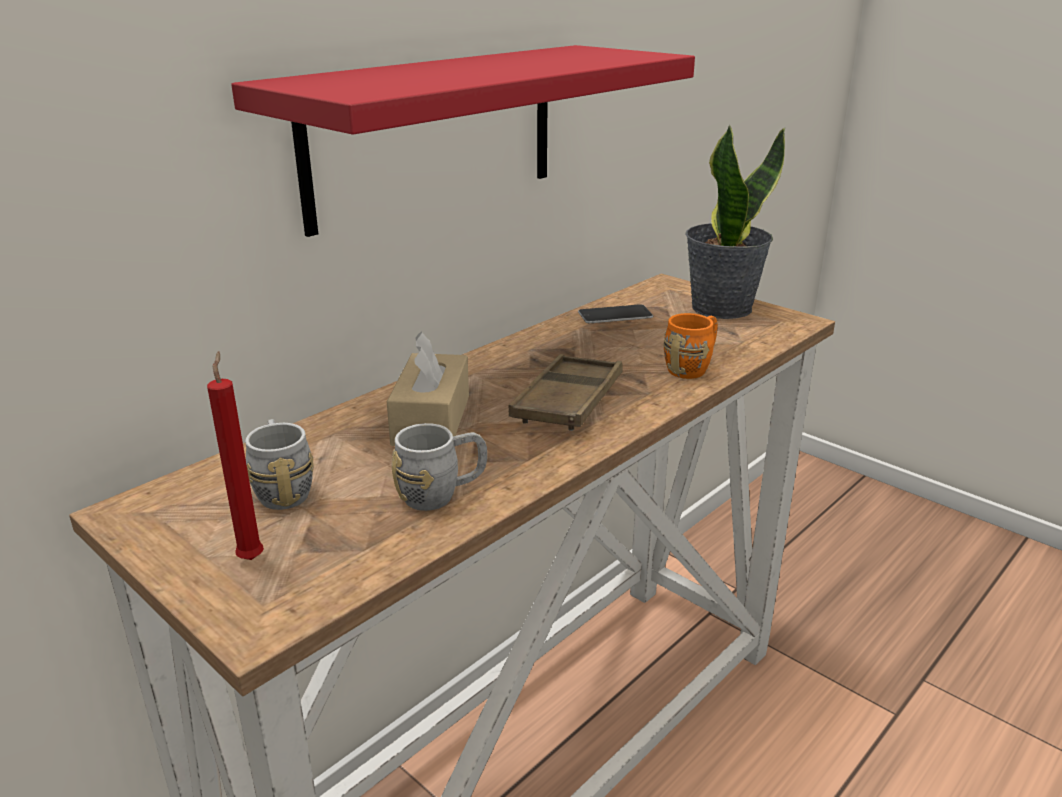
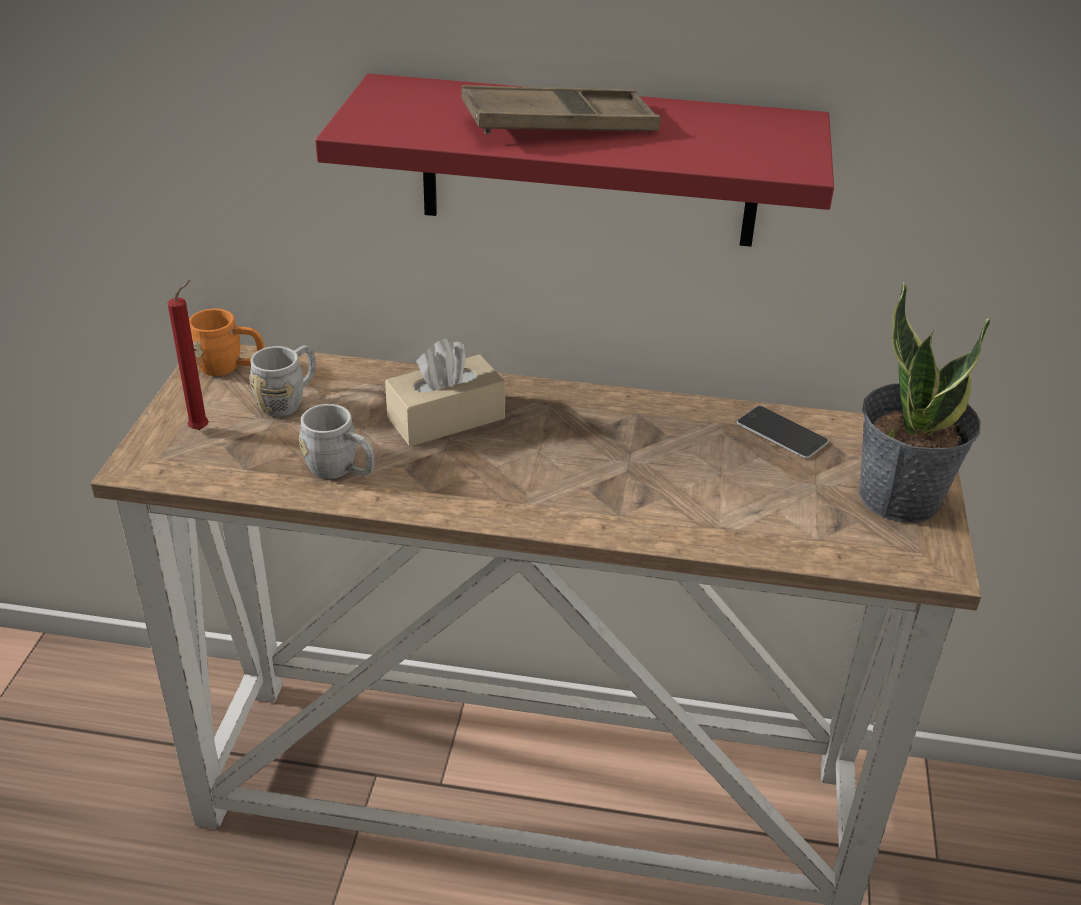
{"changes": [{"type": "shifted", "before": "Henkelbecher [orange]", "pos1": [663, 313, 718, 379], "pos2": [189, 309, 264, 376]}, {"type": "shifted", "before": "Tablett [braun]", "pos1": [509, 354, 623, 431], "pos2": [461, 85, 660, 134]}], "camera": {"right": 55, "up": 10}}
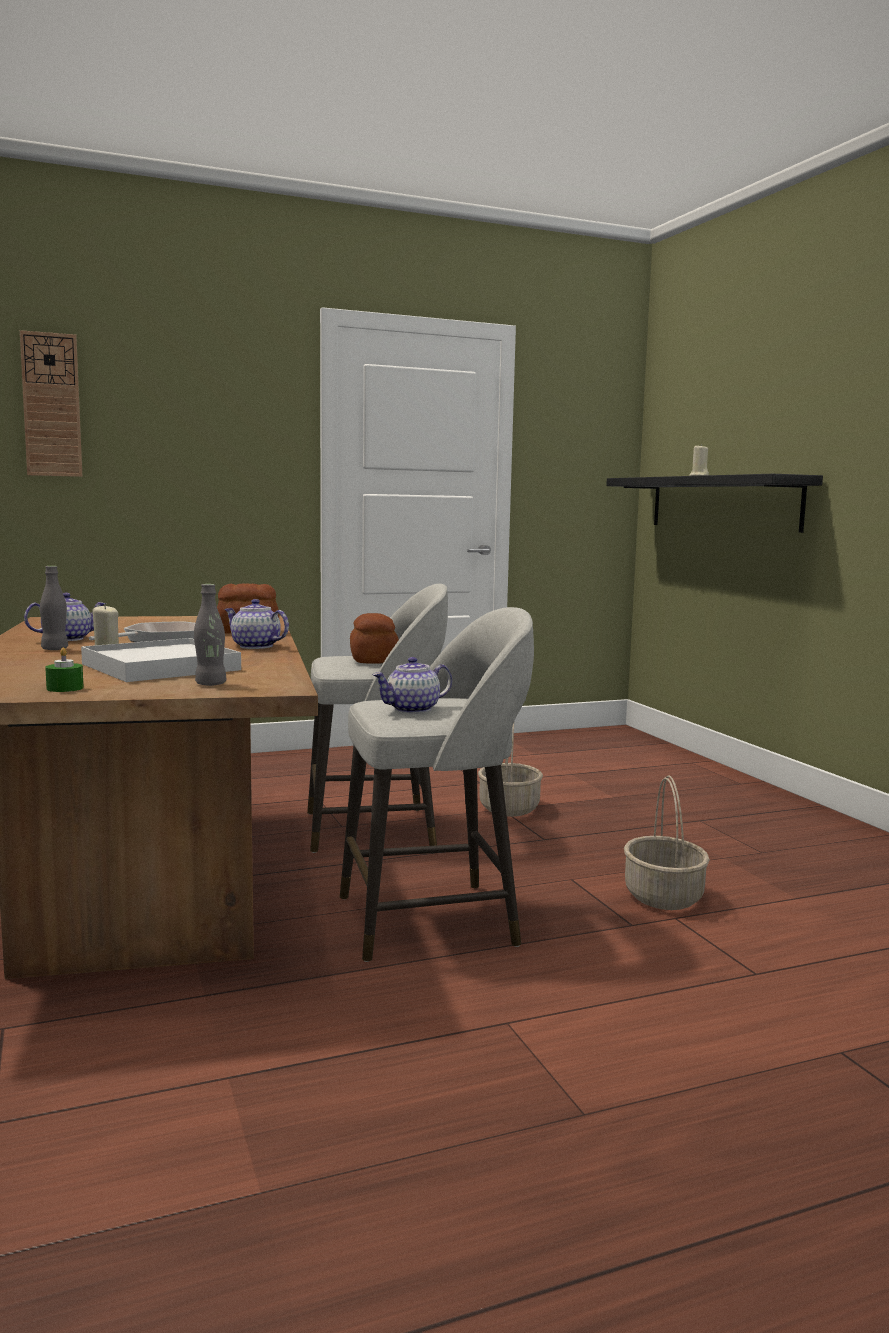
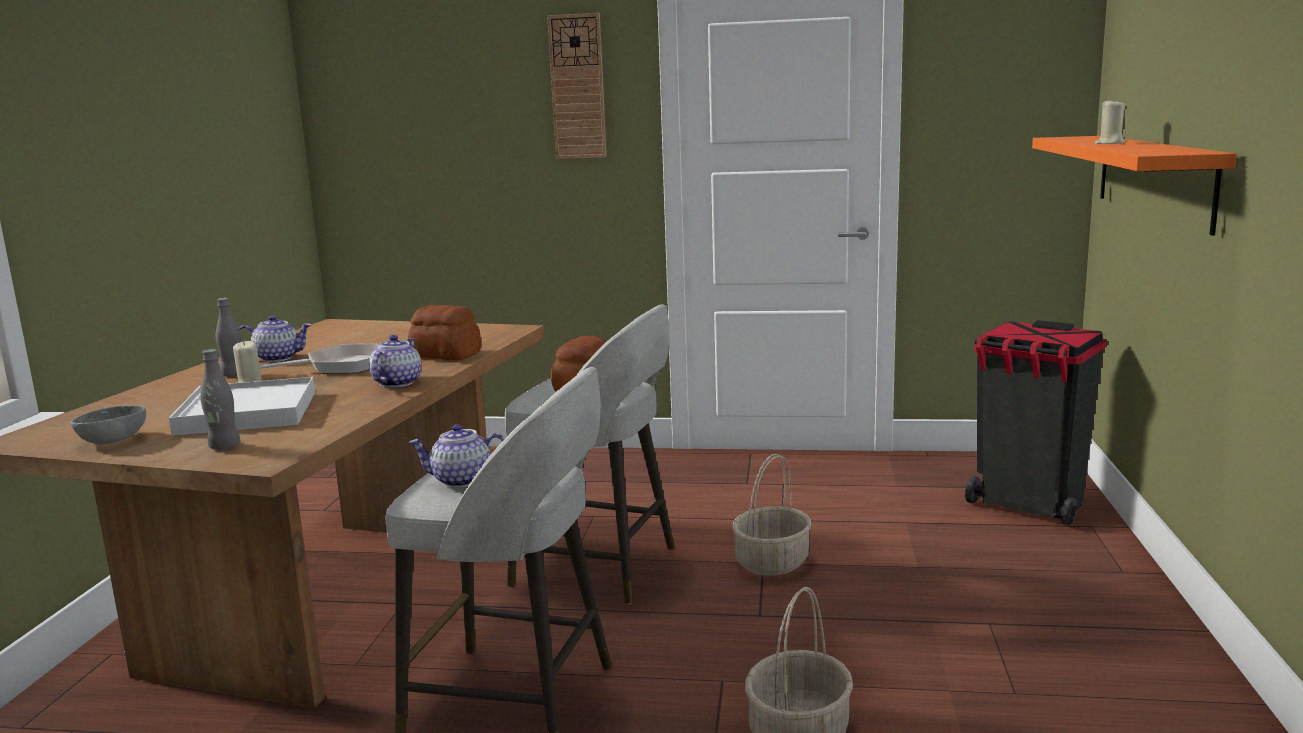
{"changes": [{"type": "swapped", "before": "Kerze [grün]", "after": "Schüssel [grau]", "pos1": [45, 647, 84, 692], "pos2": [71, 405, 146, 445]}, {"type": "rotated", "before": "Teekanne", "pos1": [224, 599, 289, 649], "pos2": [369, 335, 421, 388], "turn": 45}, {"type": "shifted", "before": "Wanduhr", "pos1": [20, 330, 82, 477], "pos2": [547, 13, 607, 159]}, {"type": "new", "after": "Mülleimer [schwarz]", "pos2": [965, 320, 1107, 525]}, {"type": "repainted", "before": "Wandregal [schwarz]", "after": "Wandregal [orange]", "pos1": [606, 474, 823, 533], "pos2": [1032, 136, 1237, 236]}], "camera": {"right": 30, "up": 5}}
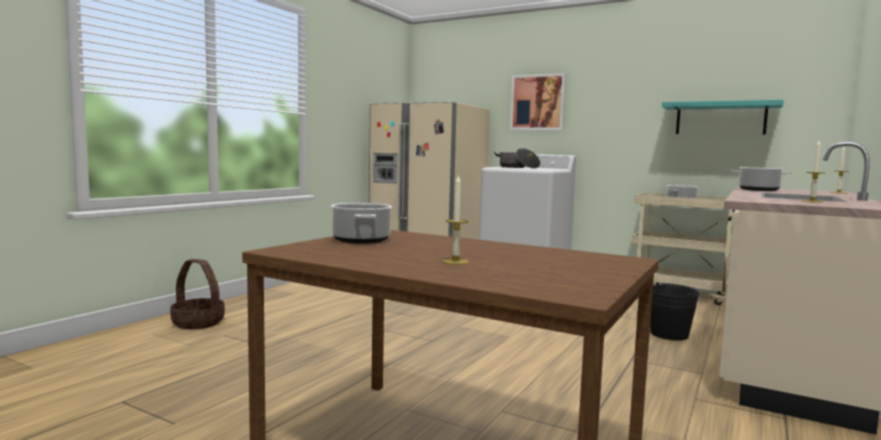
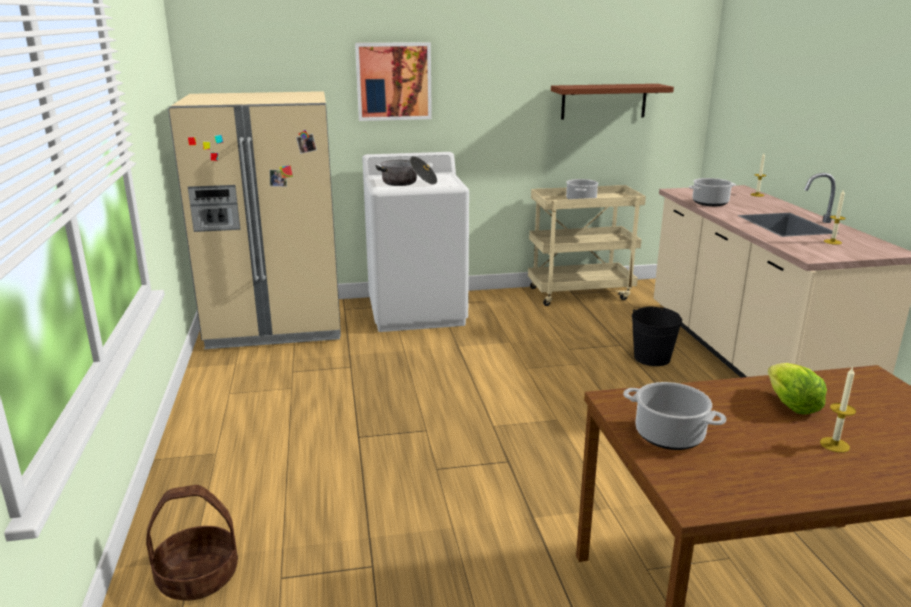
{"changes": [{"type": "repainted", "before": "Wandregal [türkis]", "after": "Wandregal [braun]", "pos1": [662, 100, 784, 135], "pos2": [551, 84, 674, 119]}, {"type": "new", "after": "Salatkopf", "pos2": [768, 363, 827, 415]}], "camera": {"right": -40, "up": 15}}
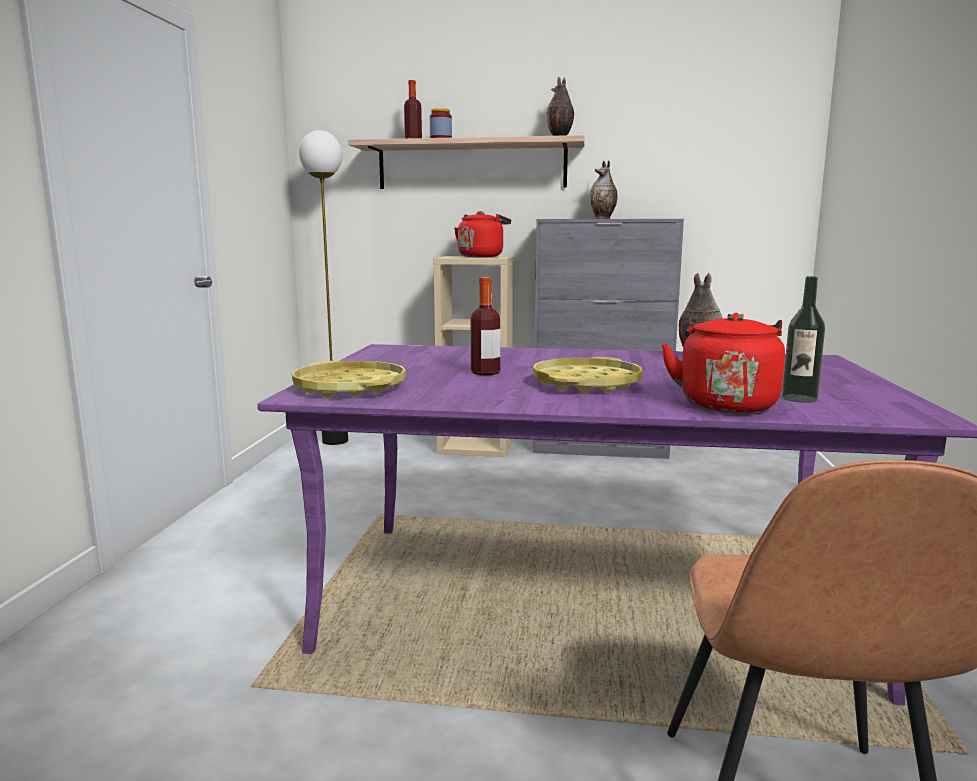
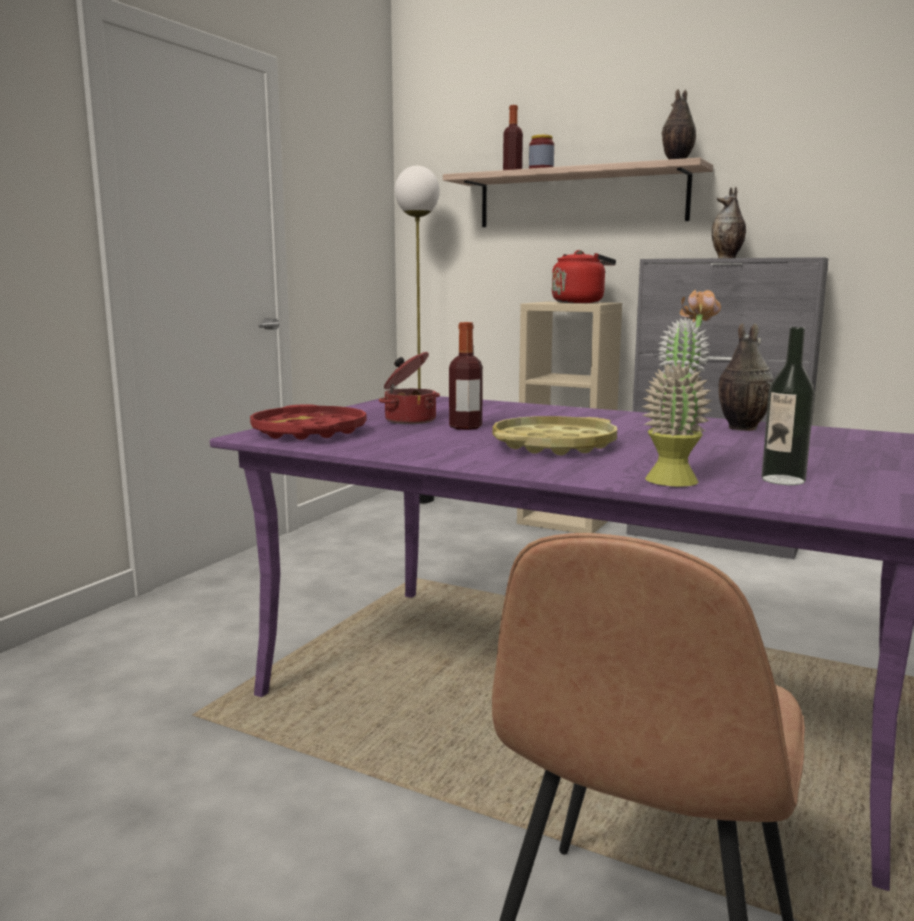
{"changes": [{"type": "repainted", "before": "Tablett [gelb]", "after": "Tablett [rot]", "pos1": [292, 361, 406, 397], "pos2": [250, 404, 367, 440]}, {"type": "new", "after": "Kochtopf", "pos2": [379, 352, 440, 424]}, {"type": "swapped", "before": "Wasserkessel [rot]", "after": "Topfpflanze", "pos1": [661, 313, 785, 413], "pos2": [642, 290, 721, 487]}], "camera": {"right": 20, "up": 0}}
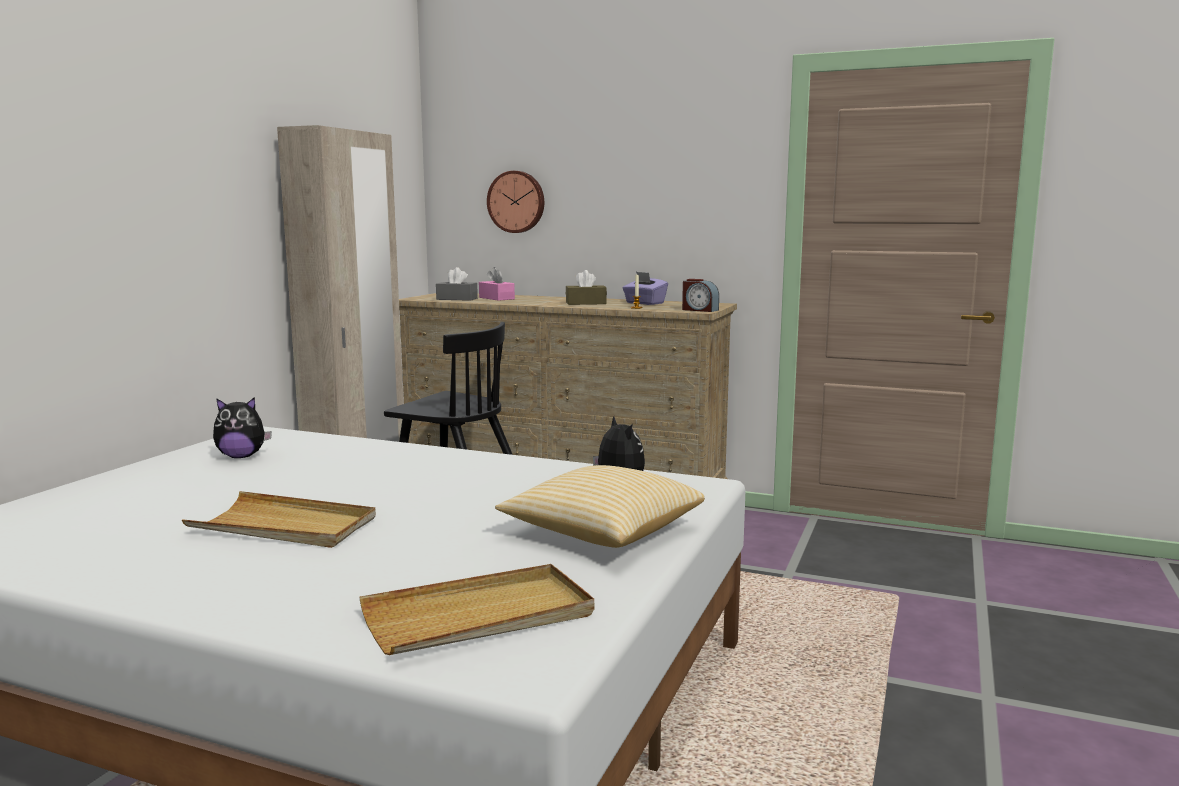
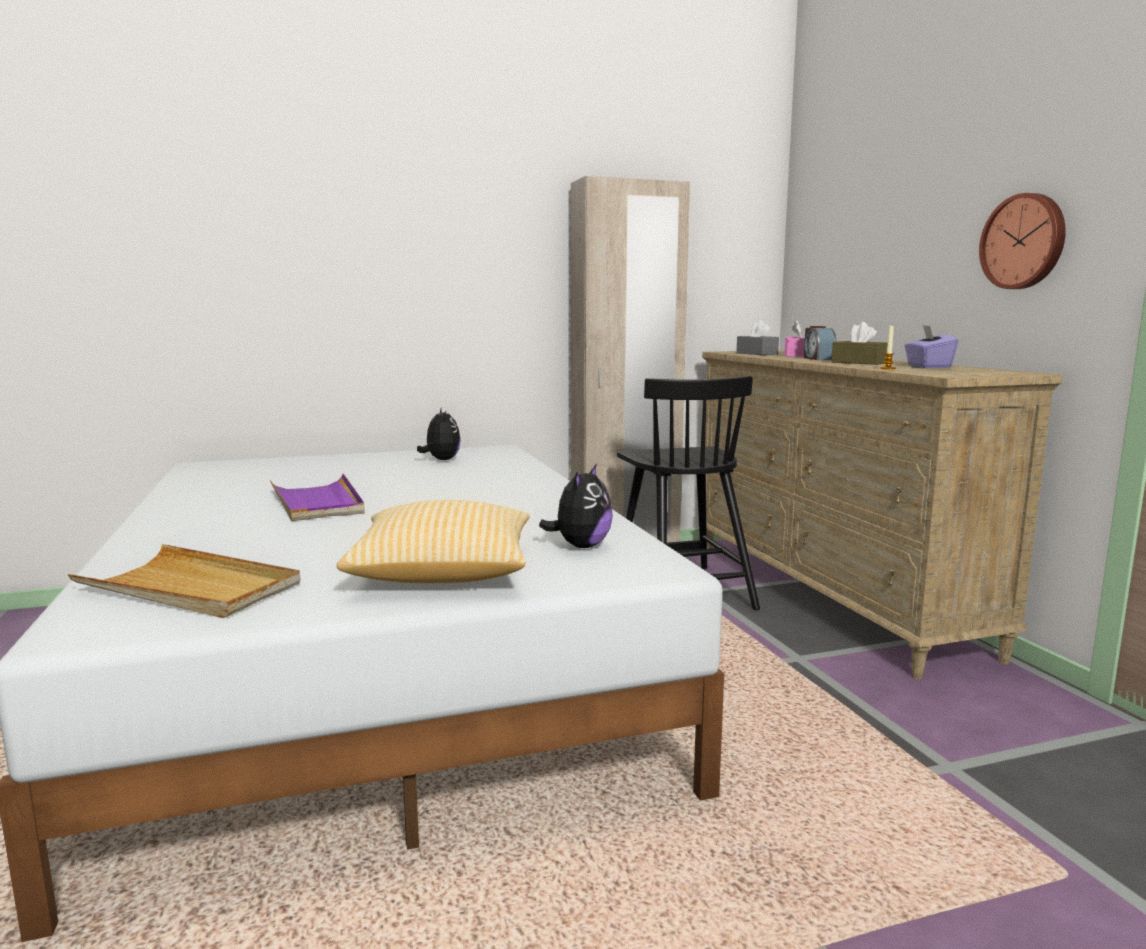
{"changes": [{"type": "repainted", "before": "Tablett [beige]", "after": "Tablett [lila]", "pos1": [182, 491, 376, 548], "pos2": [270, 473, 365, 521]}, {"type": "rotated", "before": "Plüschtier", "pos1": [213, 397, 272, 458], "pos2": [417, 407, 461, 460], "turn": -150}, {"type": "shifted", "before": "Wecker", "pos1": [682, 279, 719, 312], "pos2": [804, 326, 836, 360]}, {"type": "shifted", "before": "Wanduhr", "pos1": [487, 171, 544, 233], "pos2": [979, 193, 1066, 289]}], "camera": {"right": 50, "up": 0}}
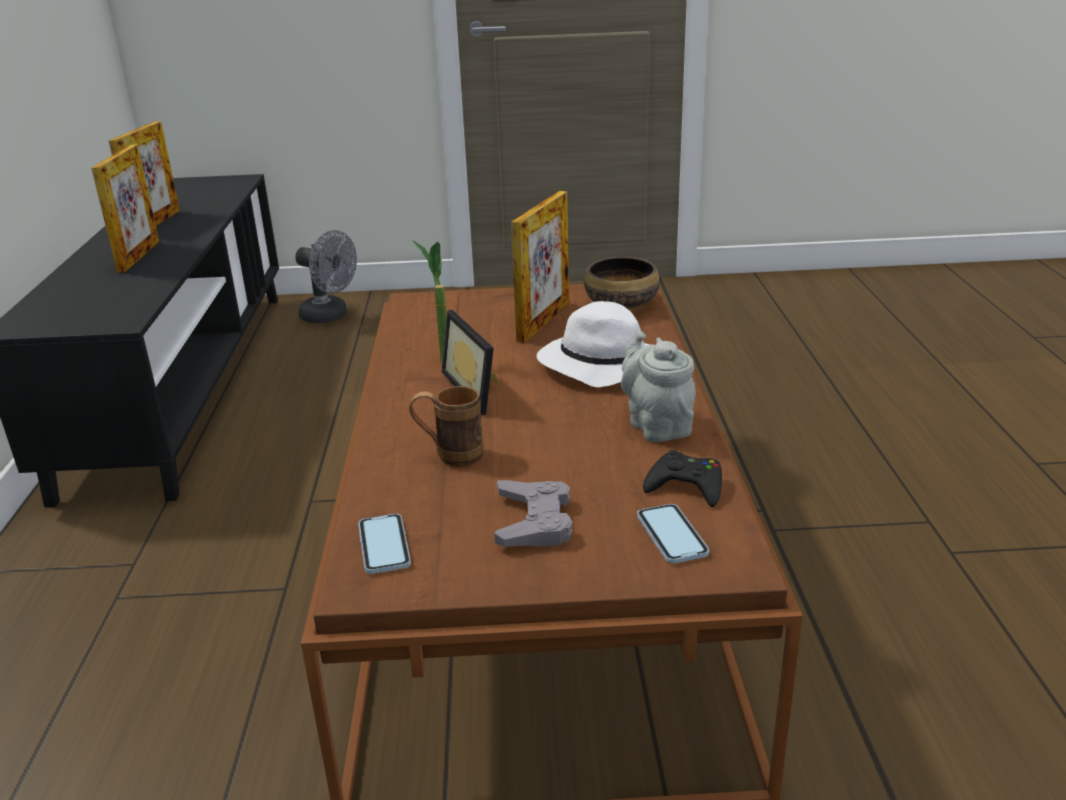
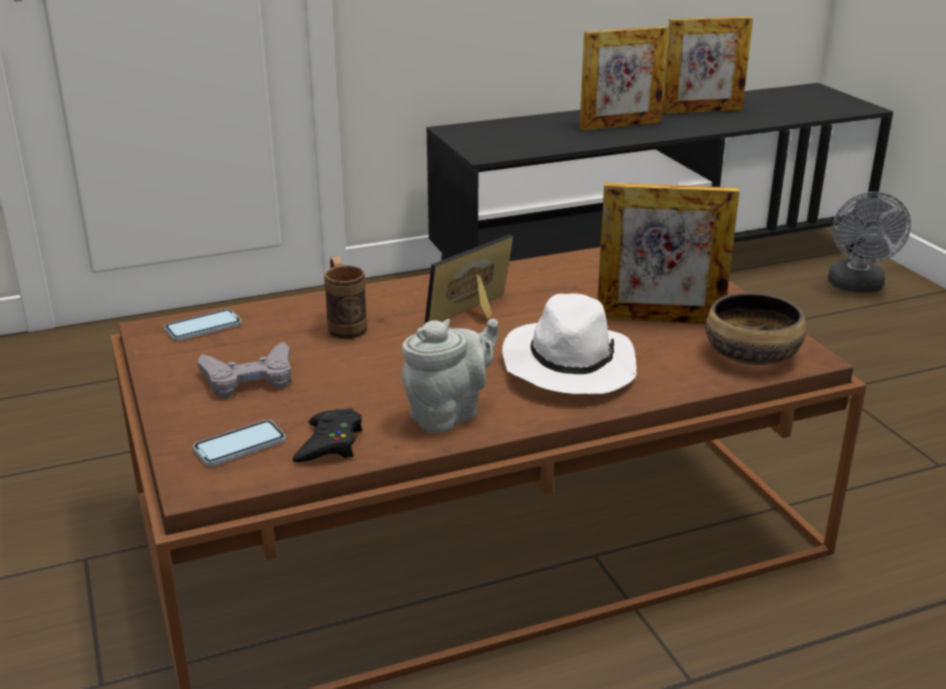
{"changes": [{"type": "gone", "before": "Topfpflanze", "pos1": [412, 240, 447, 364]}], "camera": {"right": 70, "up": 0}}
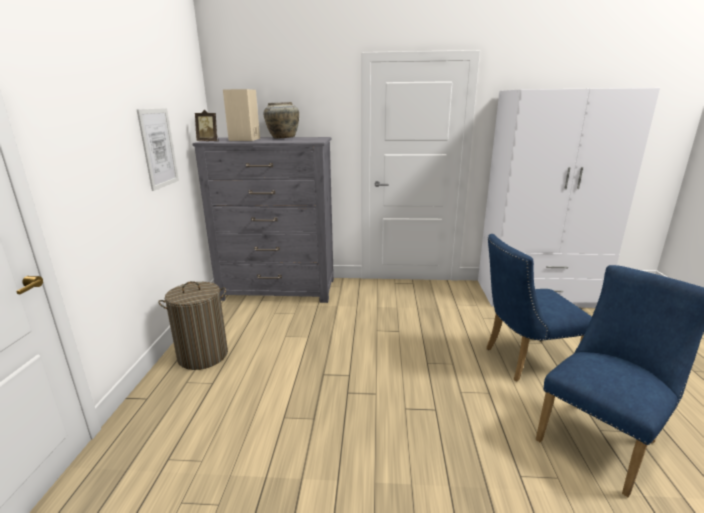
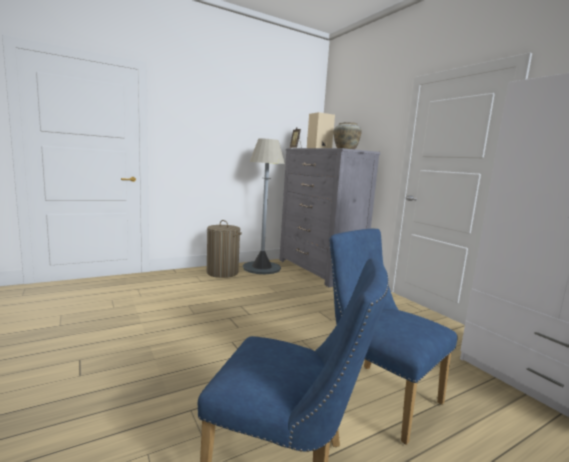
{"changes": [{"type": "new", "after": "Stehlampe [grau]", "pos2": [243, 139, 285, 274]}, {"type": "gone", "before": "Bild", "pos1": [137, 108, 179, 191]}], "camera": {"right": 55, "up": -10}}
